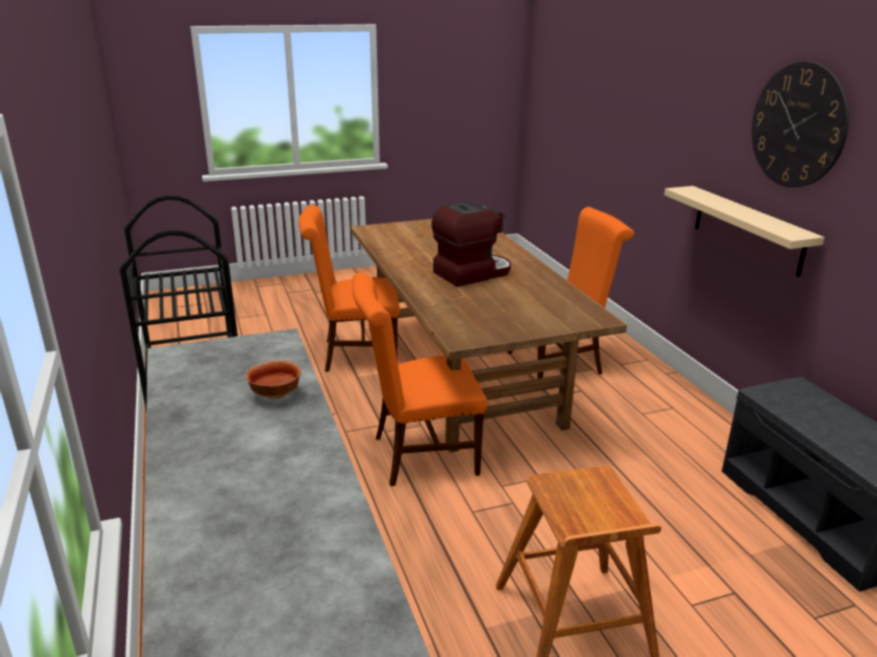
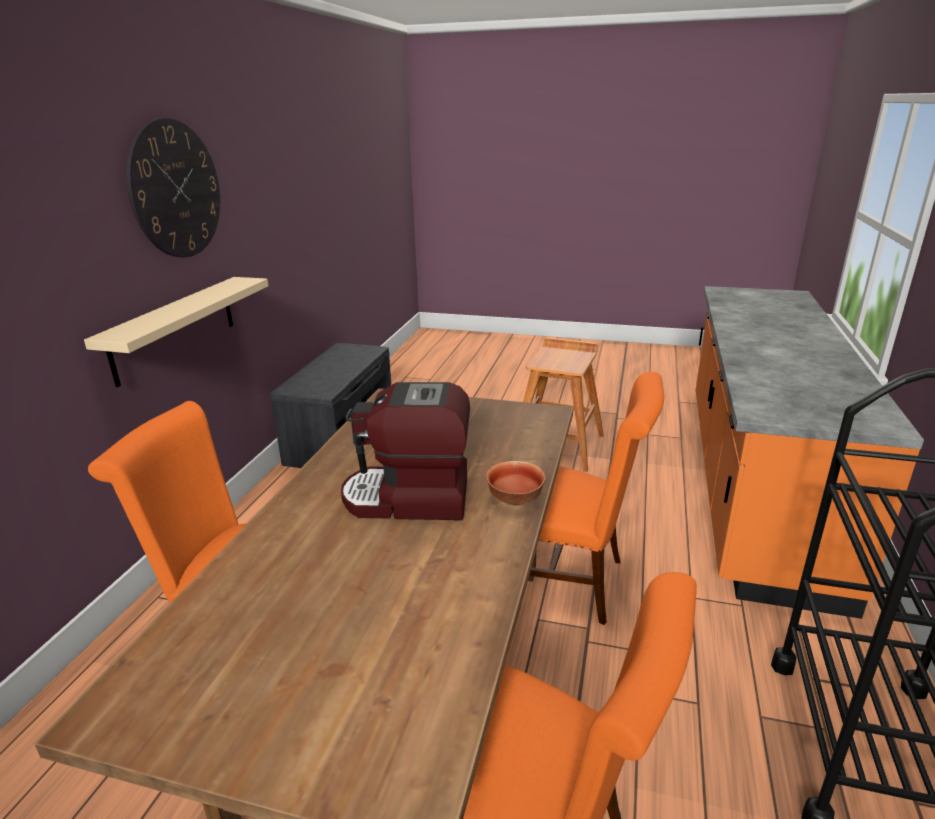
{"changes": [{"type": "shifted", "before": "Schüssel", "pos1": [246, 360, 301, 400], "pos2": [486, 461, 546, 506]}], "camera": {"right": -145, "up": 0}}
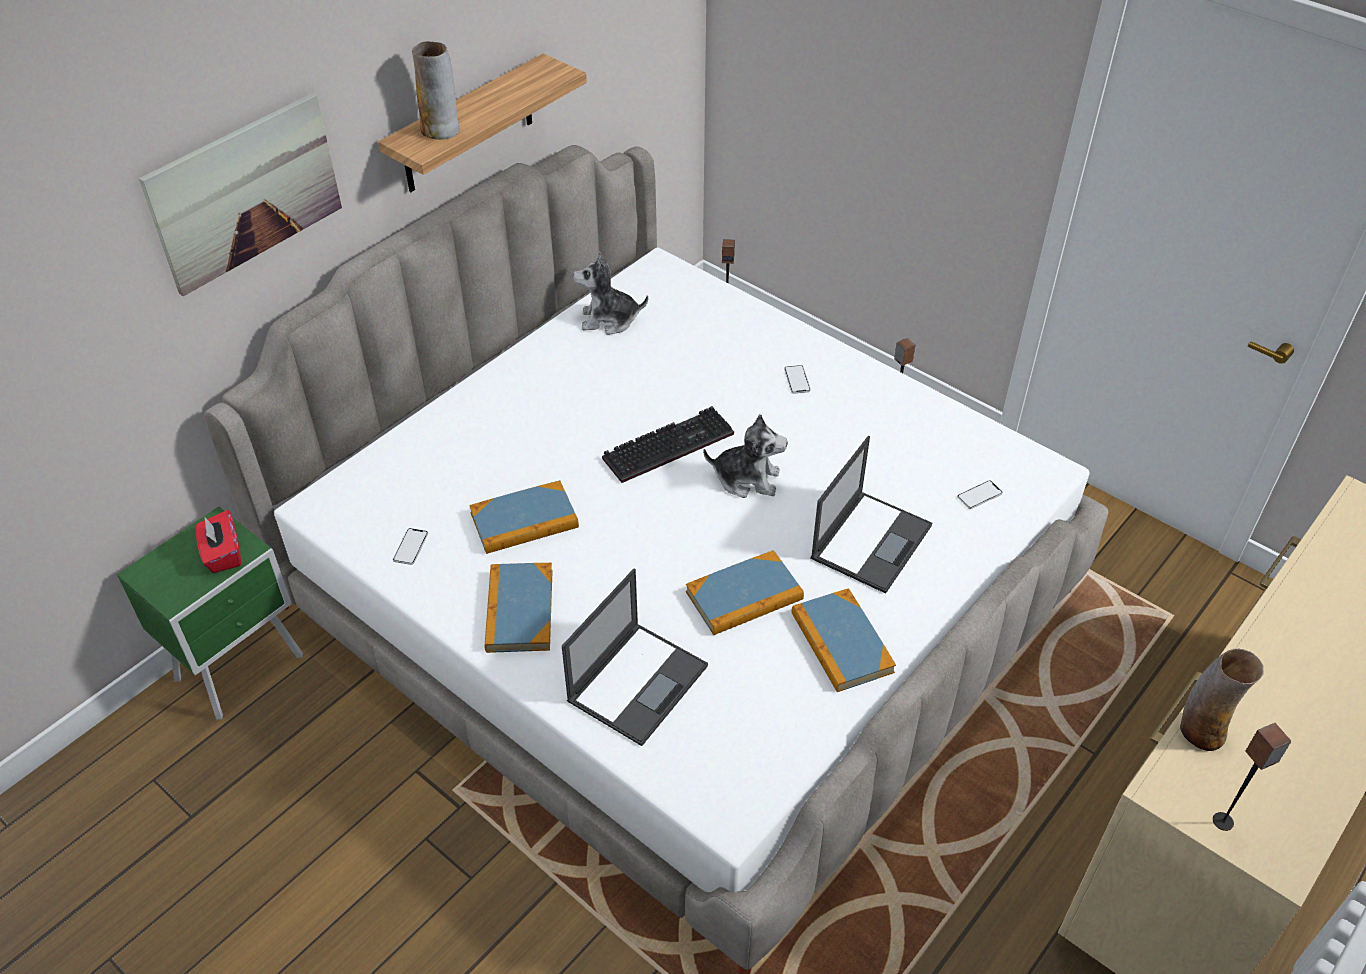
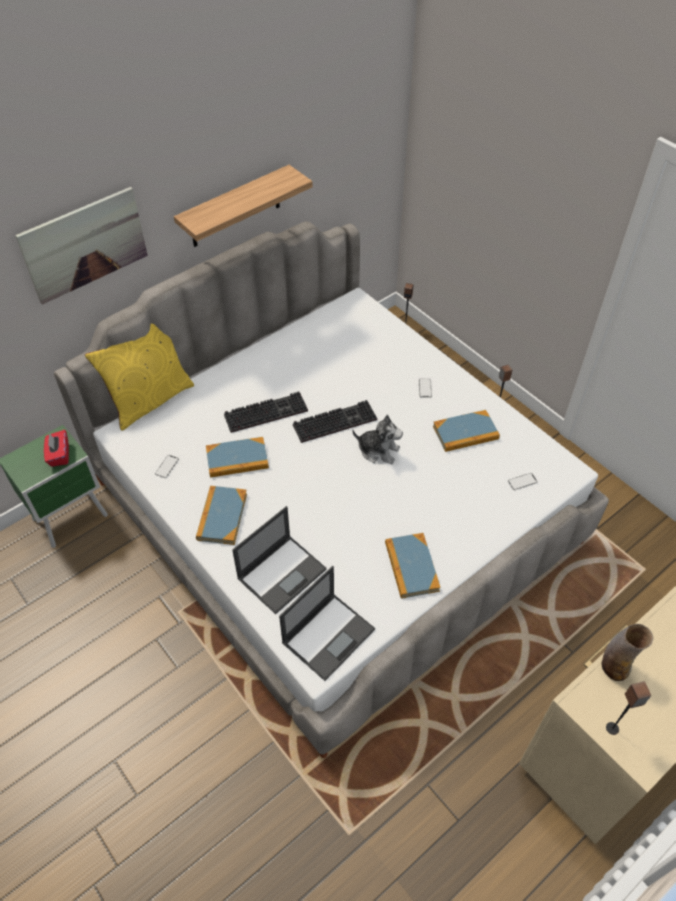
{"changes": [{"type": "new", "after": "Kissen [gelb]", "pos2": [85, 324, 194, 431]}, {"type": "new", "after": "Tastatur", "pos2": [224, 392, 308, 433]}, {"type": "shifted", "before": "Laptop", "pos1": [810, 436, 932, 594], "pos2": [279, 566, 375, 681]}, {"type": "shifted", "before": "Buch", "pos1": [686, 550, 804, 635], "pos2": [433, 410, 500, 452]}, {"type": "gone", "before": "Vase", "pos1": [412, 41, 460, 140]}, {"type": "gone", "before": "Plüschtier", "pos1": [573, 252, 648, 335]}], "camera": {"right": 10, "up": 5}}
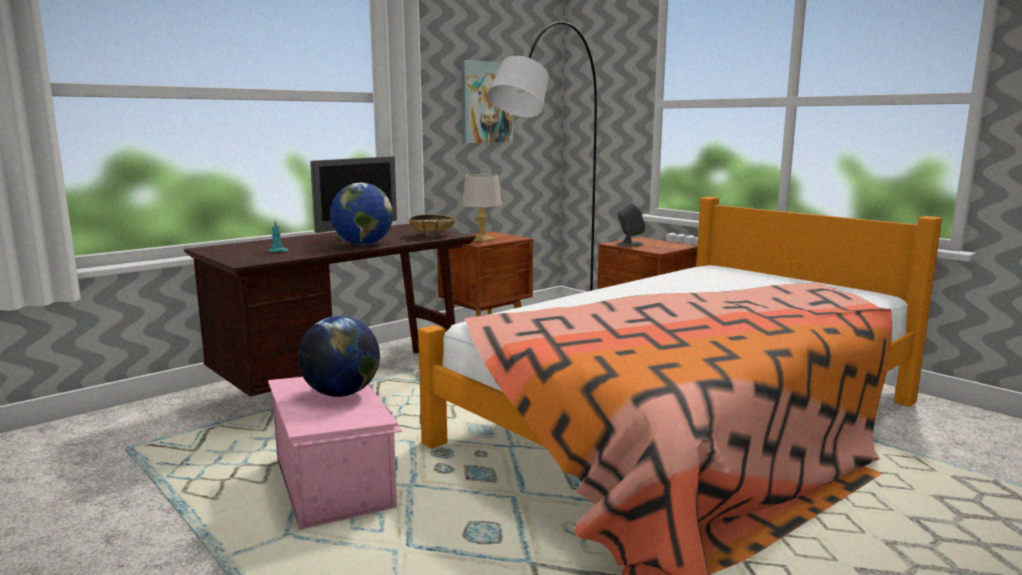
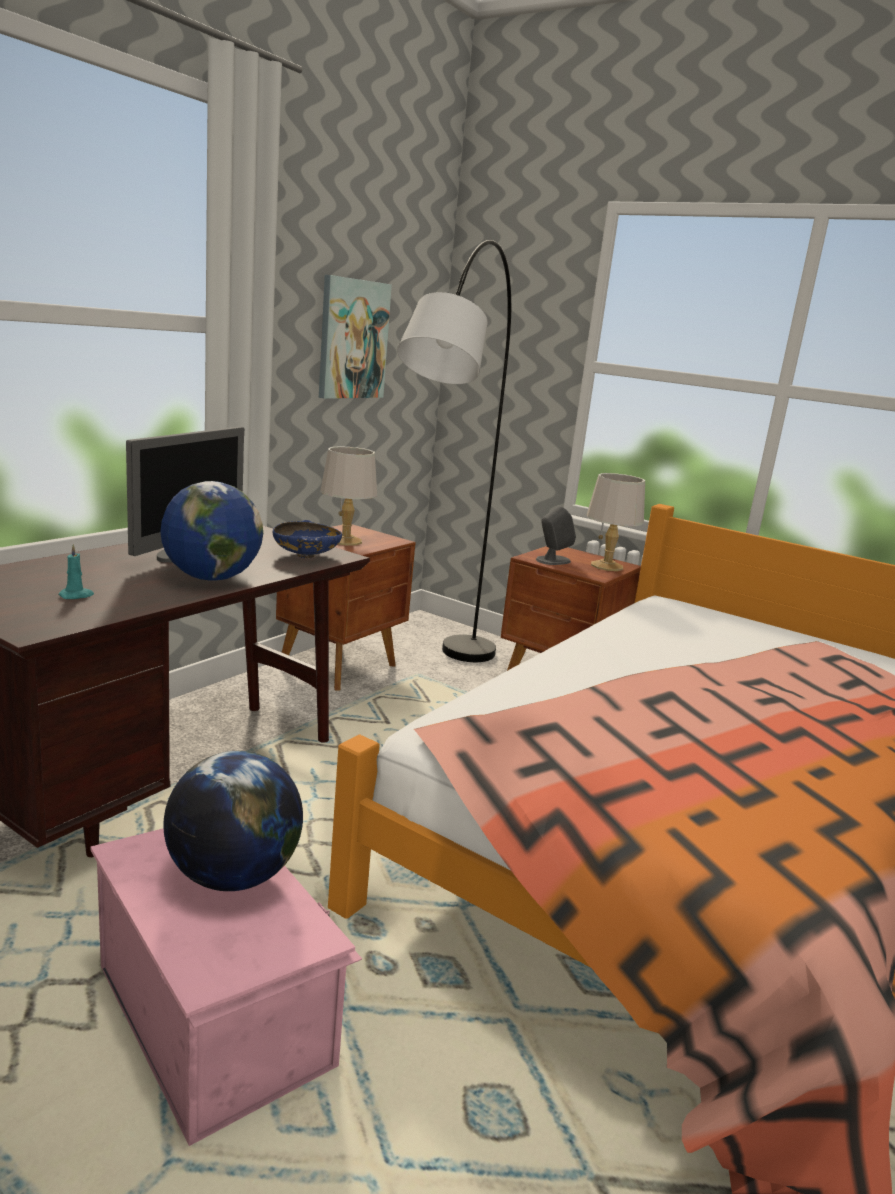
{"changes": [{"type": "repainted", "before": "Schüssel [beige]", "after": "Schüssel [blau]", "pos1": [409, 214, 455, 236], "pos2": [273, 520, 342, 558]}, {"type": "new", "after": "Tischlampe [grau]", "pos2": [587, 473, 645, 571]}], "camera": {"right": -15, "up": 5}}
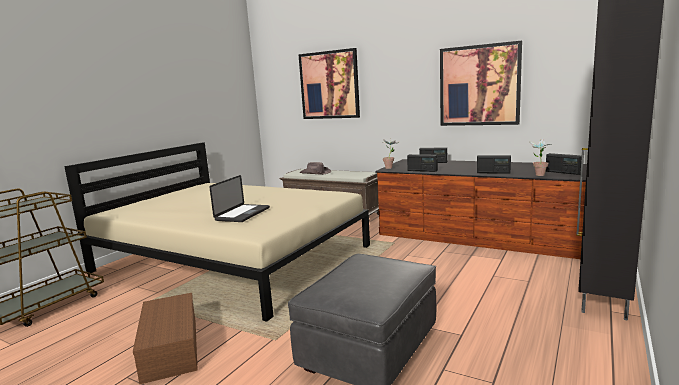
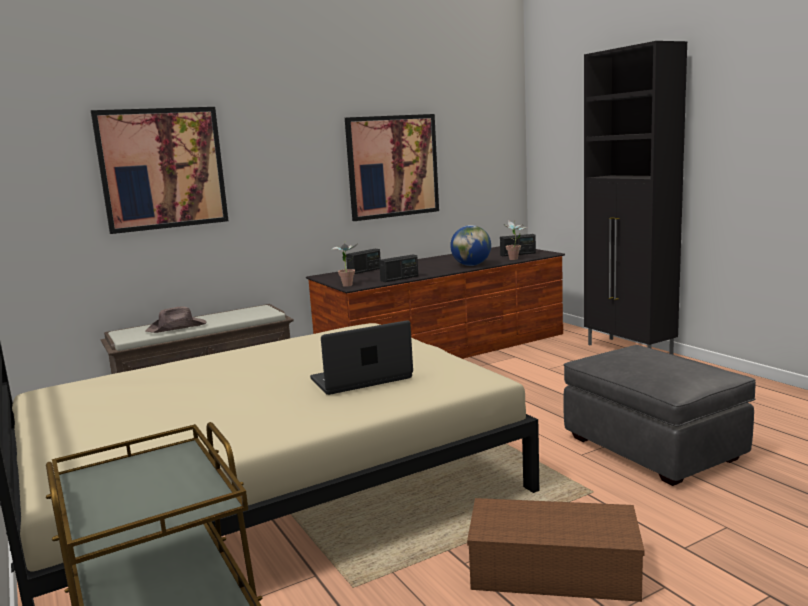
{"changes": [{"type": "rotated", "before": "Laptop", "pos1": [209, 175, 270, 222], "pos2": [310, 320, 413, 395], "turn": -75}, {"type": "swapped", "before": "Radio", "after": "Globus", "pos1": [477, 155, 511, 174], "pos2": [450, 225, 491, 266]}], "camera": {"right": -60, "up": 0}}
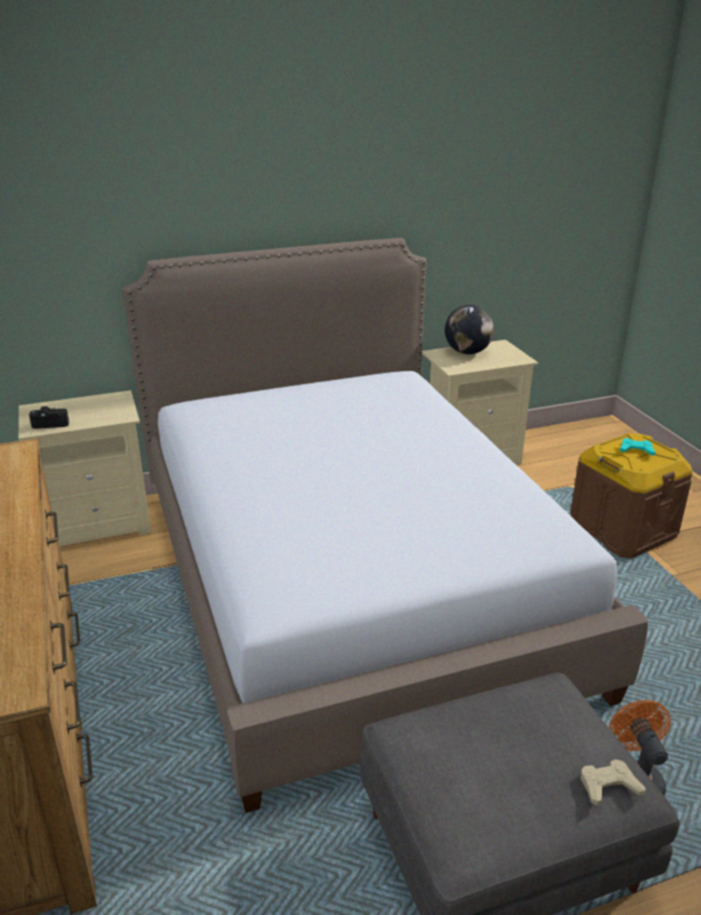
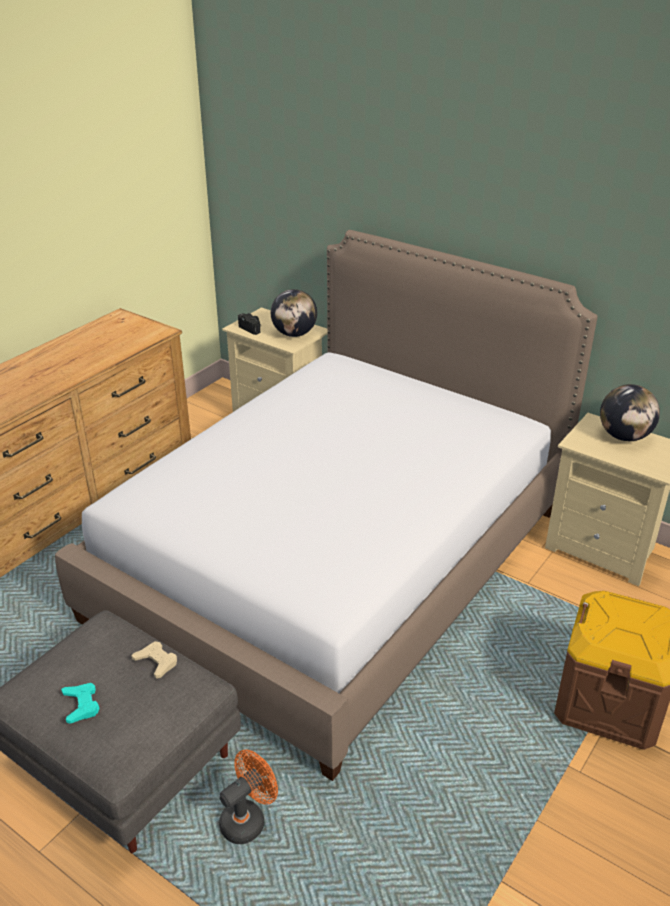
{"changes": [{"type": "shifted", "before": "Gamepad [türkis]", "pos1": [620, 438, 656, 455], "pos2": [61, 683, 99, 724]}, {"type": "shifted", "before": "Gamepad [beige]", "pos1": [581, 759, 645, 806], "pos2": [131, 641, 177, 679]}, {"type": "new", "after": "Globus", "pos2": [271, 289, 317, 337]}], "camera": {"right": 55, "up": 5}}
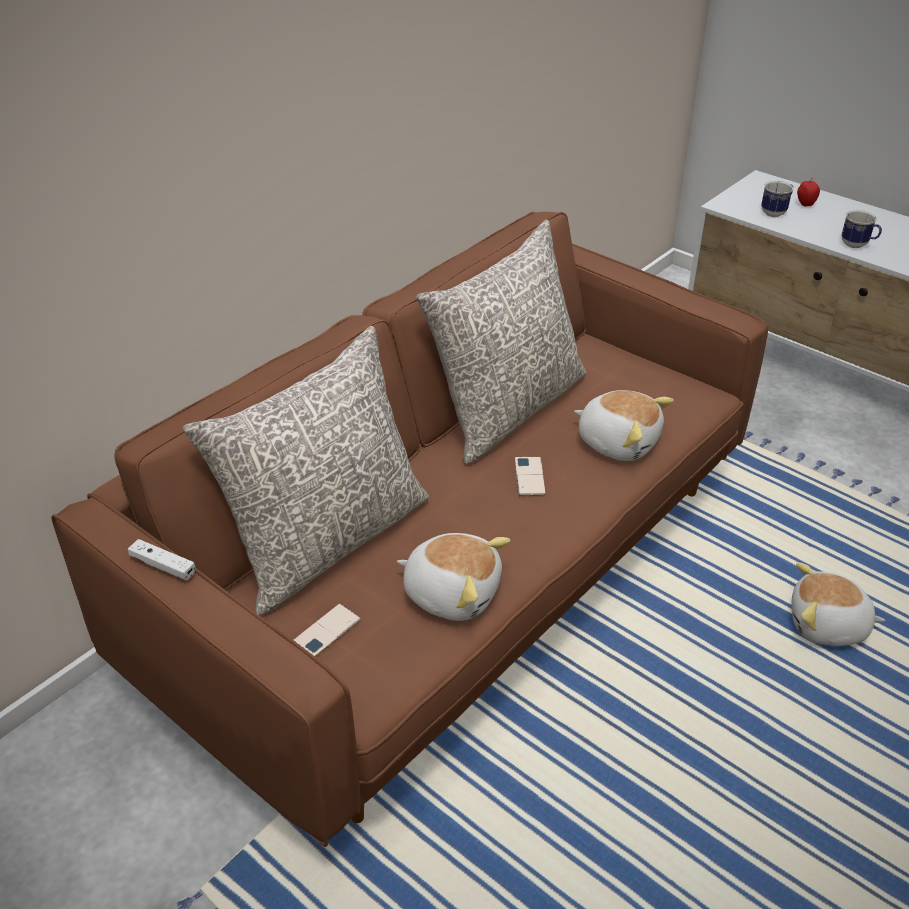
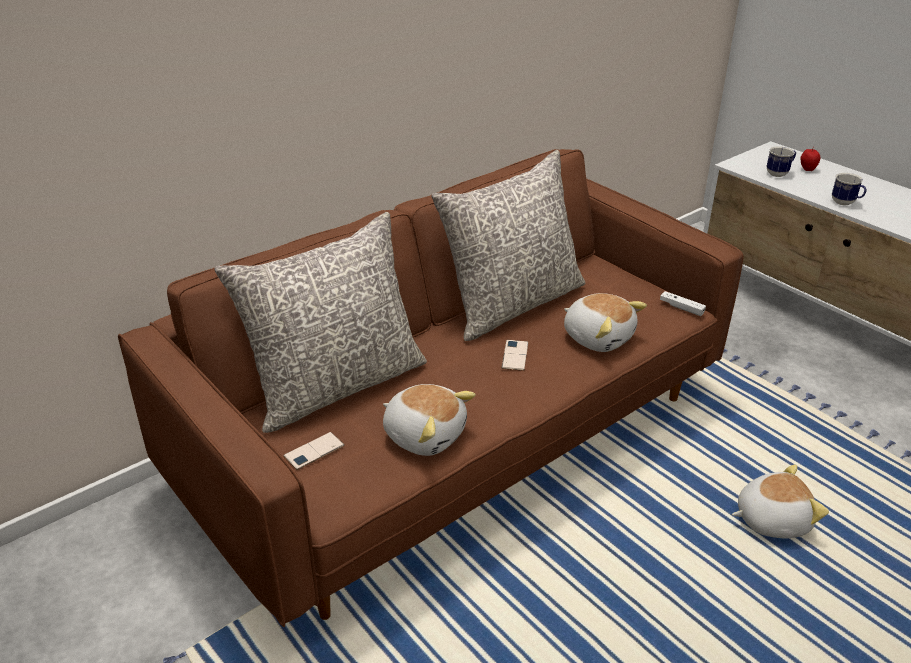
{"changes": [{"type": "shifted", "before": "Gamepad [weiß]", "pos1": [128, 539, 195, 580], "pos2": [660, 291, 706, 316]}, {"type": "rotated", "before": "Plüschtier", "pos1": [791, 562, 885, 646], "pos2": [732, 464, 829, 539], "turn": 150}], "camera": {"right": 10, "up": -5}}
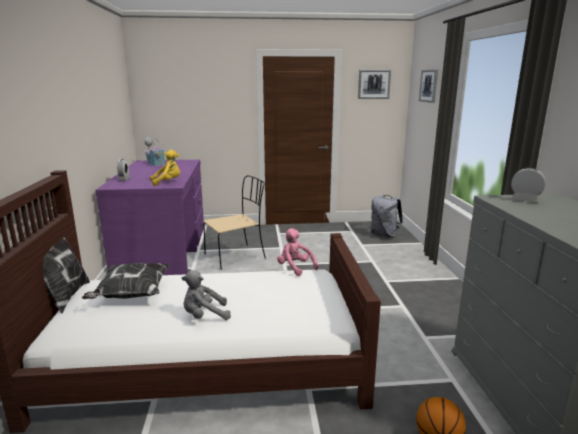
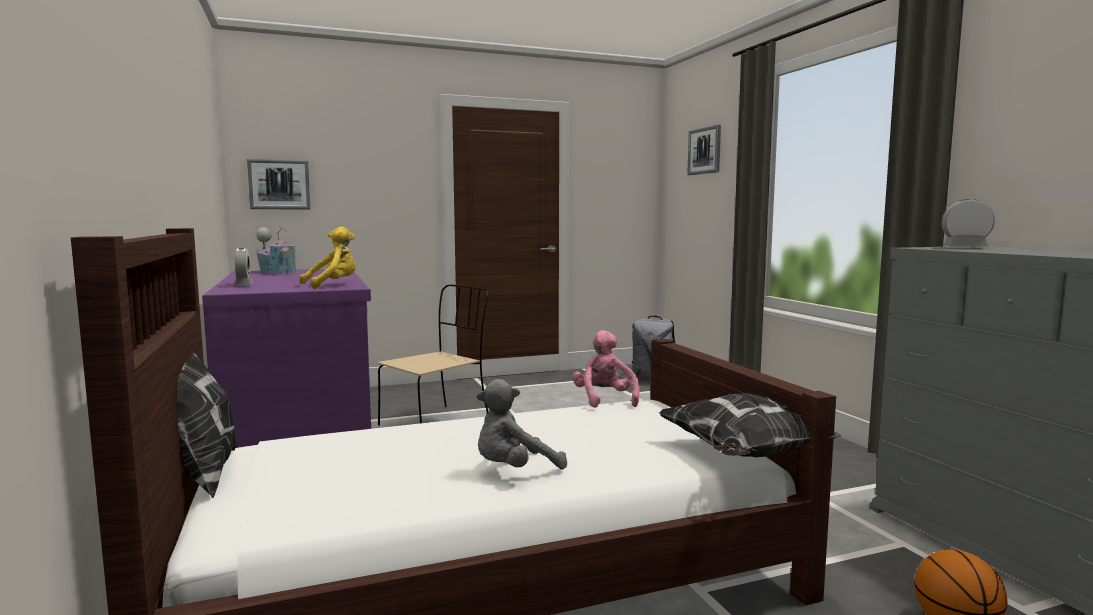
{"changes": [{"type": "shifted", "before": "Bild", "pos1": [358, 70, 391, 99], "pos2": [247, 159, 310, 209]}, {"type": "rotated", "before": "Plüschtier [rosa]", "pos1": [277, 228, 318, 276], "pos2": [573, 330, 640, 408], "turn": 45}, {"type": "shifted", "before": "Kissen", "pos1": [82, 263, 171, 299], "pos2": [658, 393, 842, 457]}], "camera": {"right": -15, "up": -10}}
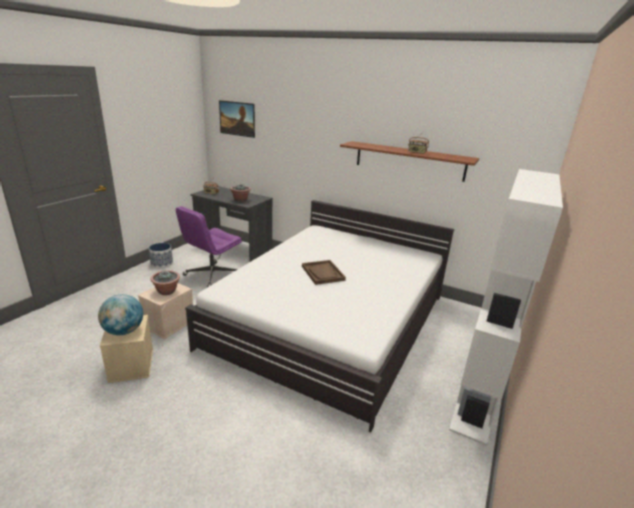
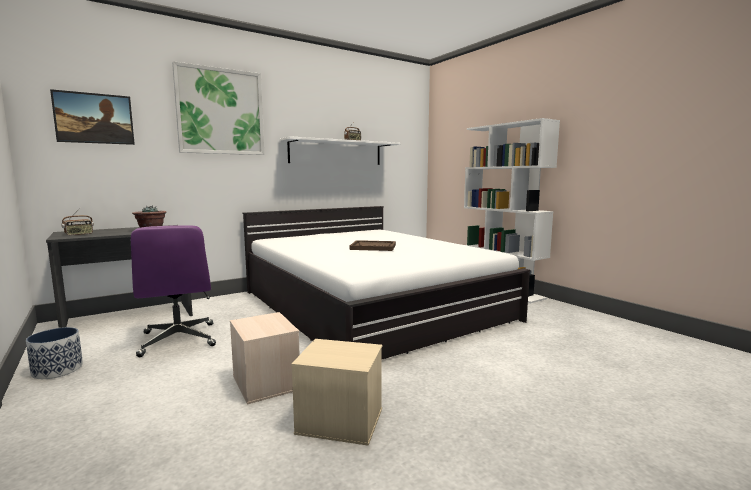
{"changes": [{"type": "new", "after": "Bild", "pos2": [172, 61, 264, 155]}, {"type": "repainted", "before": "Wandregal [braun]", "after": "Wandregal [weiß]", "pos1": [340, 141, 479, 182], "pos2": [279, 136, 400, 165]}, {"type": "gone", "before": "Globus", "pos1": [98, 294, 143, 335]}, {"type": "gone", "before": "Topfpflanze", "pos1": [151, 270, 180, 295]}], "camera": {"right": -60, "up": -15}}
